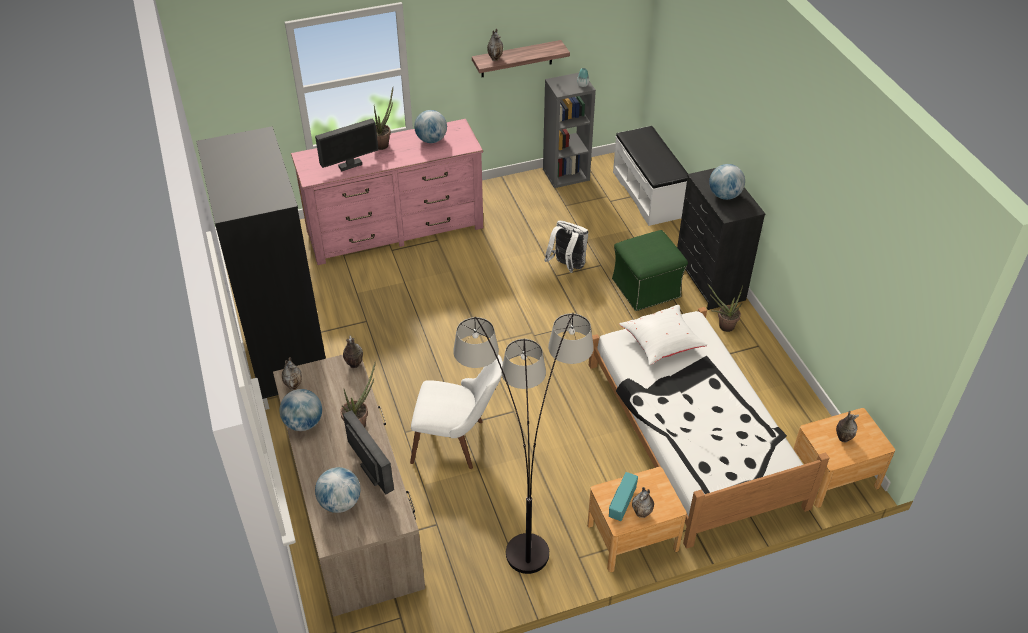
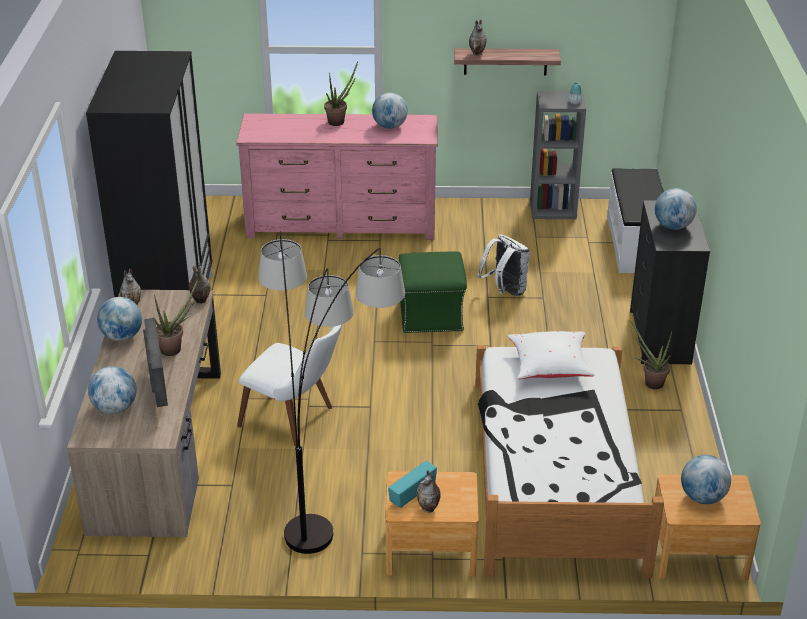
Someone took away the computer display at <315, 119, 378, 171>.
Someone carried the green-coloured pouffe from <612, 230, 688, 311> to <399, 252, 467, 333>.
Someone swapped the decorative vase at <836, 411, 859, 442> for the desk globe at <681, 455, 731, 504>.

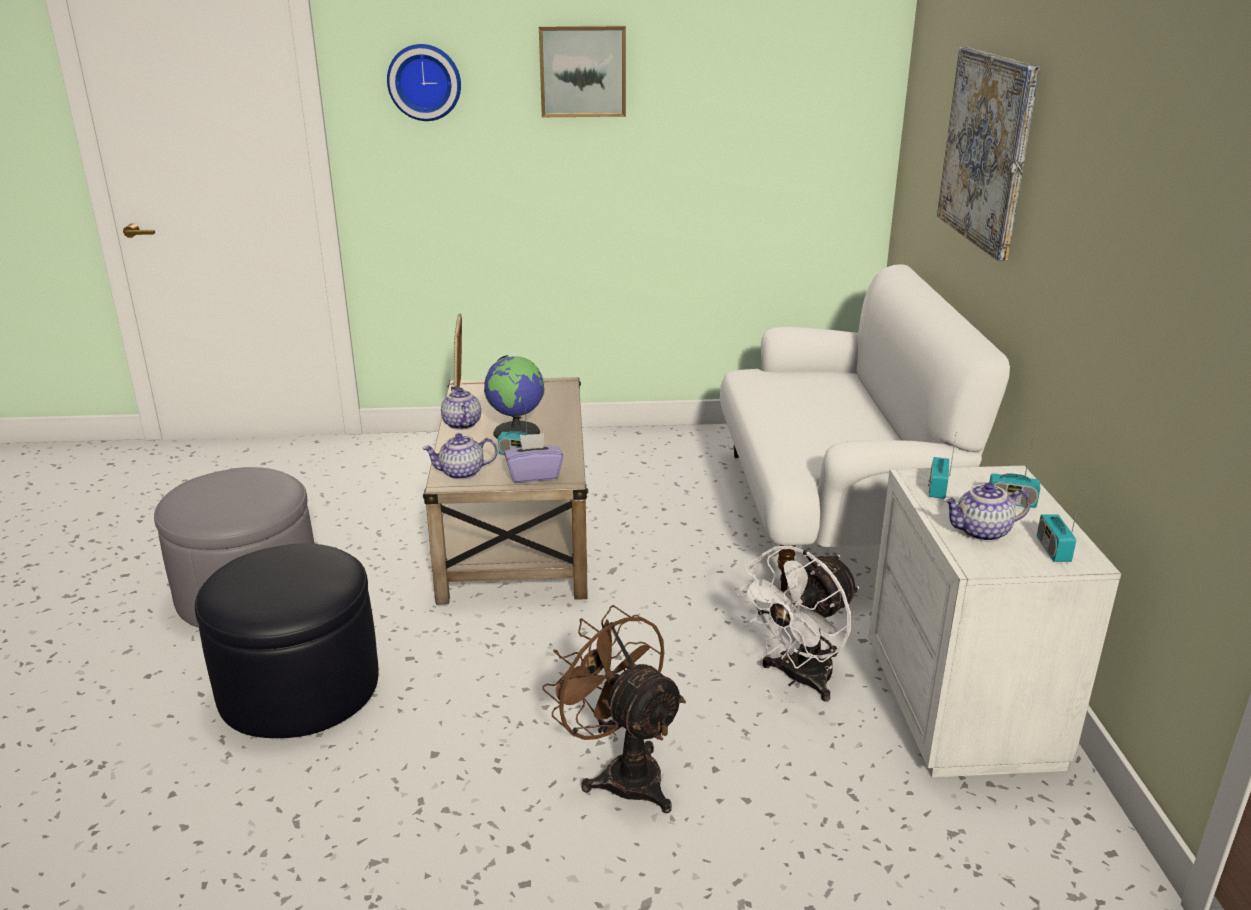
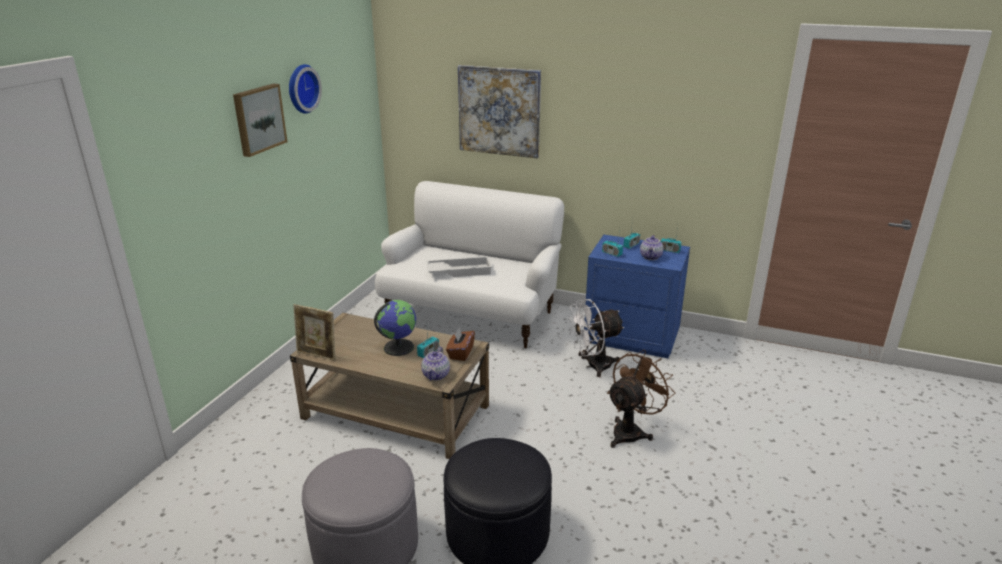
Someone took away the pot for tea at <441, 386, 481, 430>.
Someone put down the whitish tray at <426, 256, 492, 277>.
Someone carried the wall clock from <387, 44, 461, 121> to <289, 64, 322, 114>.
Someone repainted the purple-coloured tissue holder at <504, 433, 563, 483>, which became the brown tissue holder at <446, 327, 475, 361>.
Someone repainted the whitish nightstand at <868, 465, 1121, 777>, which became the bluish nightstand at <584, 234, 690, 358>.
Someone rotated the brown electric fan at <542, 605, 686, 813> by 150 degrees clockwise.
Someone rotated the whitish electric fan at <736, 546, 860, 702> by 90 degrees clockwise.

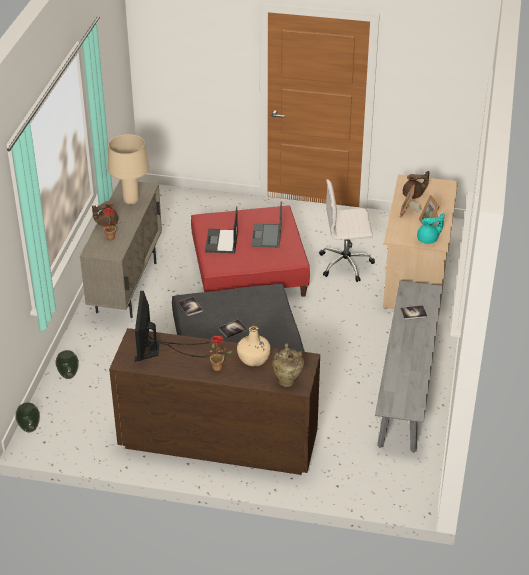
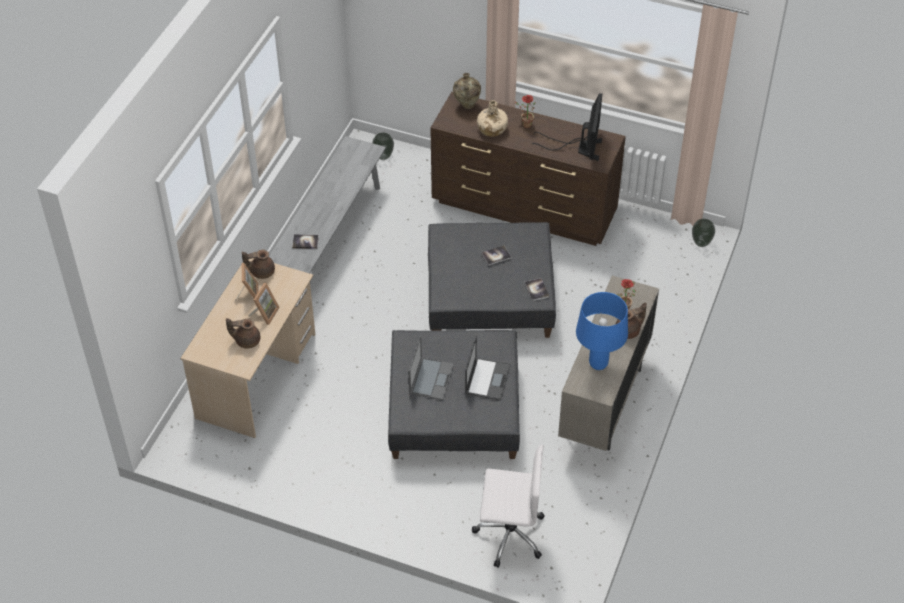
Someone carried the decorative vase from <55, 350, 79, 379> to <372, 133, 394, 160>.
Someone carried the whitish desk chair from <319, 179, 375, 282> to <472, 444, 544, 568>.
Someone repainted the sand-coloured lamp for a table at <108, 134, 149, 205>, which became the bluish lamp for a table at <576, 292, 628, 370>.
Someone repainted the red-coloured pouffe at <191, 205, 310, 297>, which became the greyish pouffe at <388, 330, 520, 459>.
Someone repainted the turquoise-coloured pot for tea at <417, 213, 444, 244>, which became the brown pot for tea at <242, 249, 275, 279>.

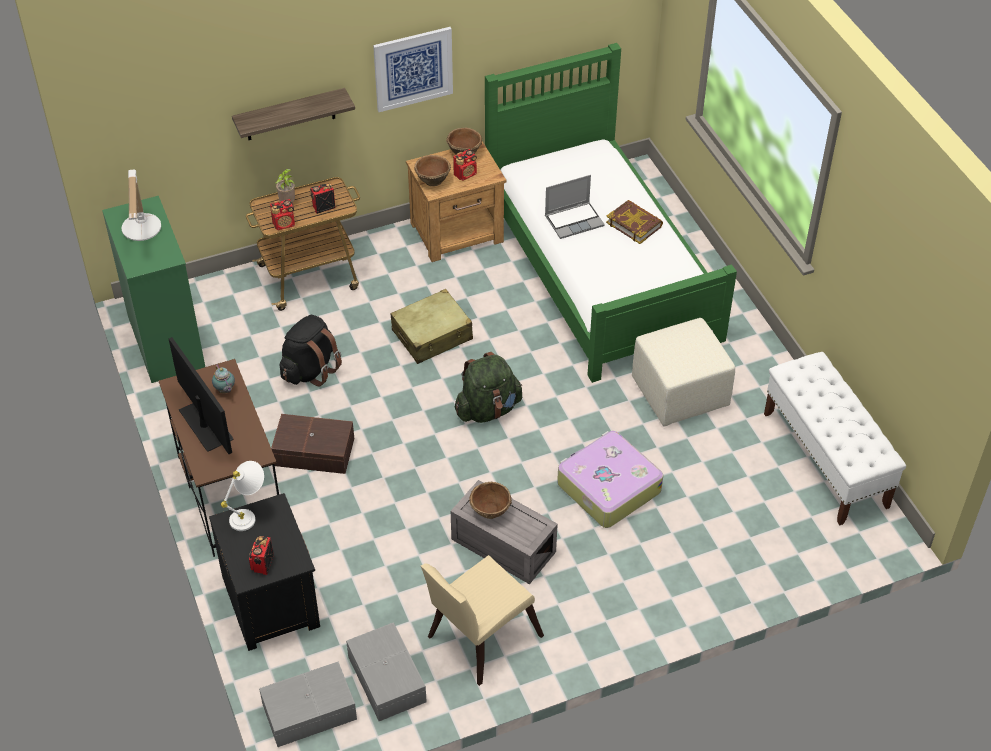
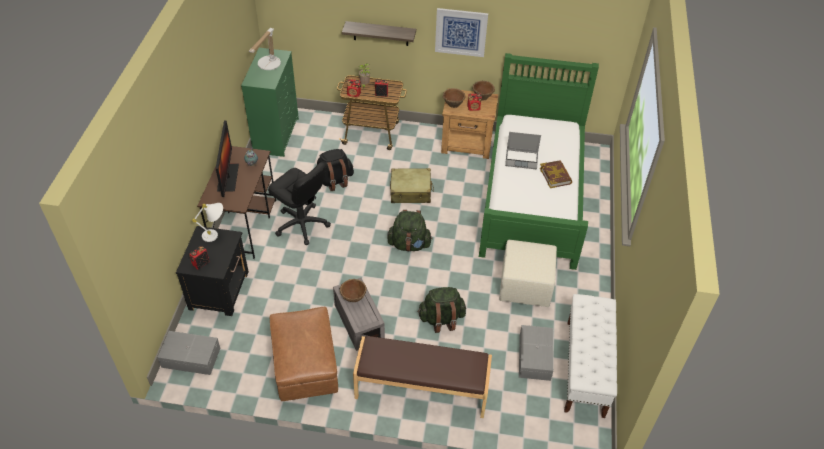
Someone put down the brown long seat at <353, 336, 492, 418>.
Someone carried the greyish storage container from <346, 622, 427, 721> to <519, 325, 554, 381>.
Someone swapped the brown storage container at <271, 414, 354, 474> for the blackish desk chair at <268, 162, 331, 245>.
Someone swapped the sand-coloured upright chair at <421, 555, 544, 686> for the brown pouffe at <270, 307, 338, 401>.
Someone swapped the suitcase at <557, 431, 663, 528> for the green-coloured knapsack at <417, 287, 466, 333>.

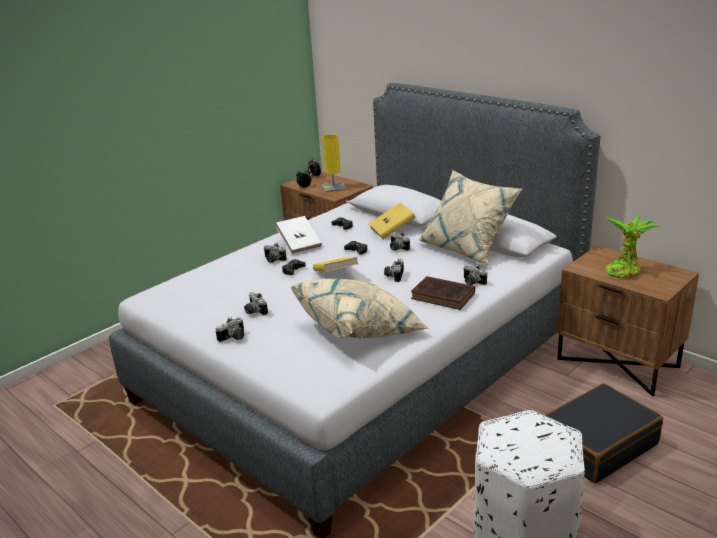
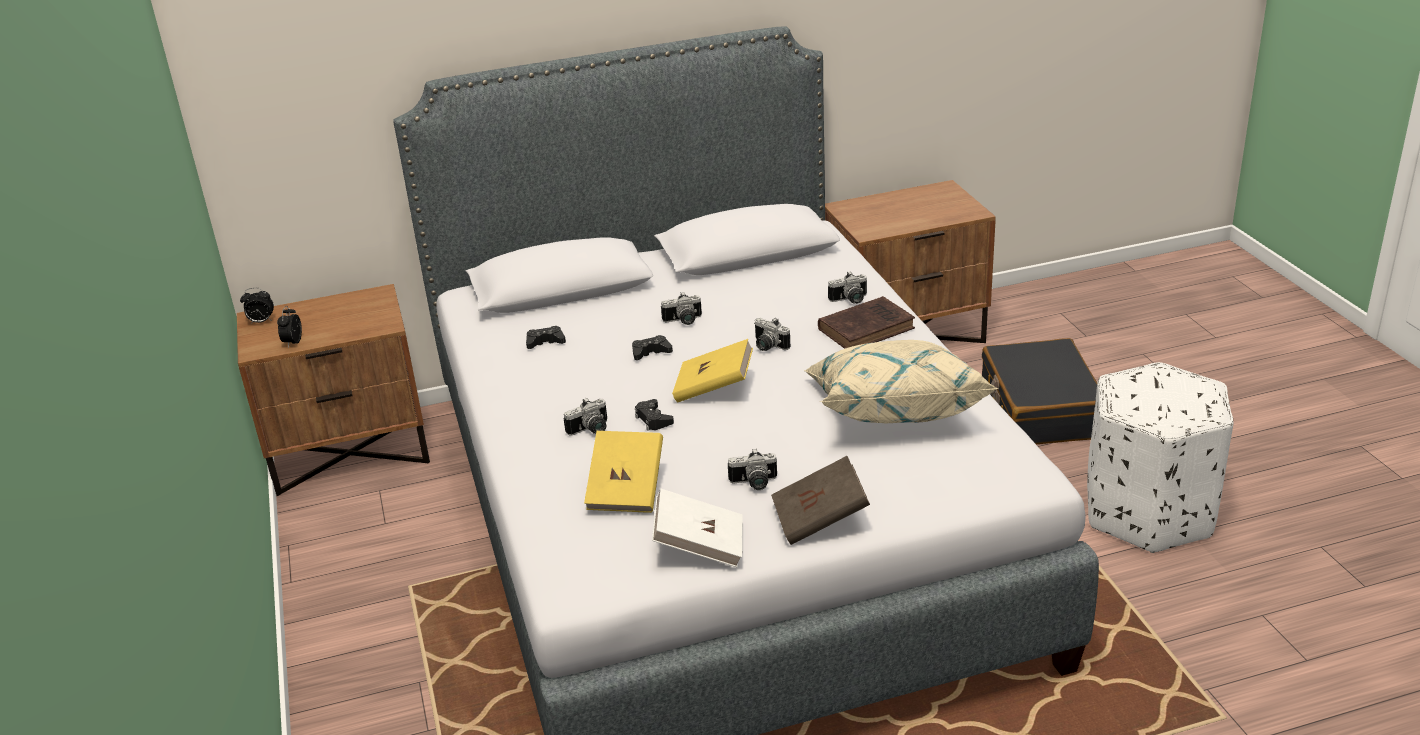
Someone took away the yellowish lamp for a table at <321, 135, 346, 192>.
Someone took away the sand-coloured cushion at <418, 170, 522, 265>.
Someone took away the plant in a pot at <605, 216, 660, 278>.
Someone carried the whitish bound book from <276, 216, 322, 254> to <652, 489, 743, 567>.
Someone carried the yellowish bound book from <368, 203, 415, 239> to <584, 431, 663, 513>.
Someone swapped the photo camera at <216, 317, 244, 342> for the brown bound book at <771, 456, 870, 545>.

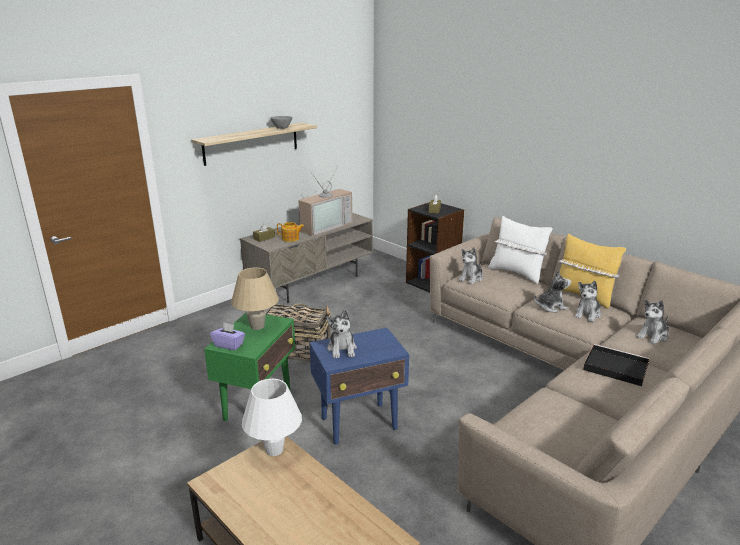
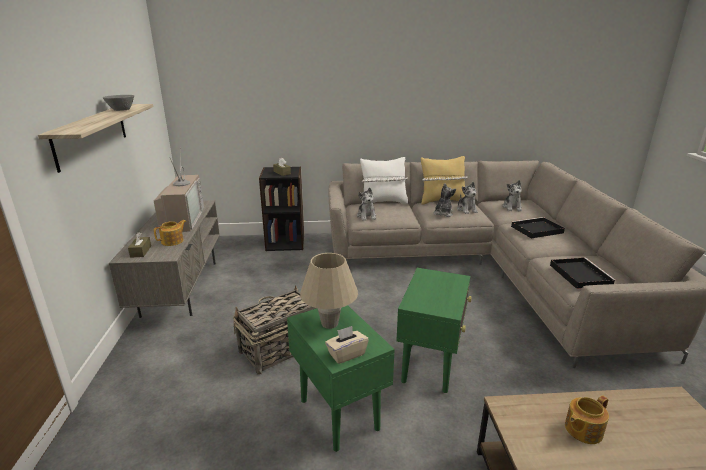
Someone took away the whitish lamp for a table at <242, 379, 302, 456>.
Someone took away the cuddly toy at <326, 310, 357, 358>.
Someone put down the blackish tray at <550, 258, 616, 289>.
Someone put down the pot for tea at <565, 395, 609, 444>.
Someone repainted the purple-coloured tissue holder at <210, 323, 245, 350>, which became the sand-coloured tissue holder at <325, 326, 369, 364>.
Someone repainted the bluish accent table at <309, 328, 409, 445>, which became the green-coloured accent table at <396, 268, 472, 393>.

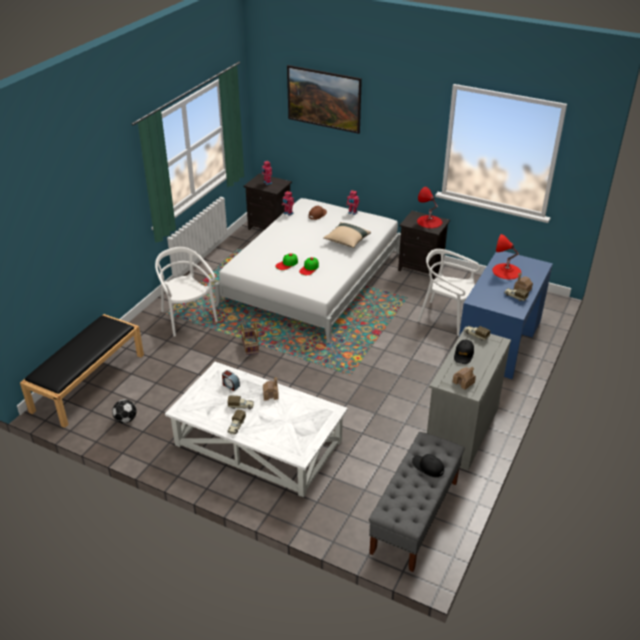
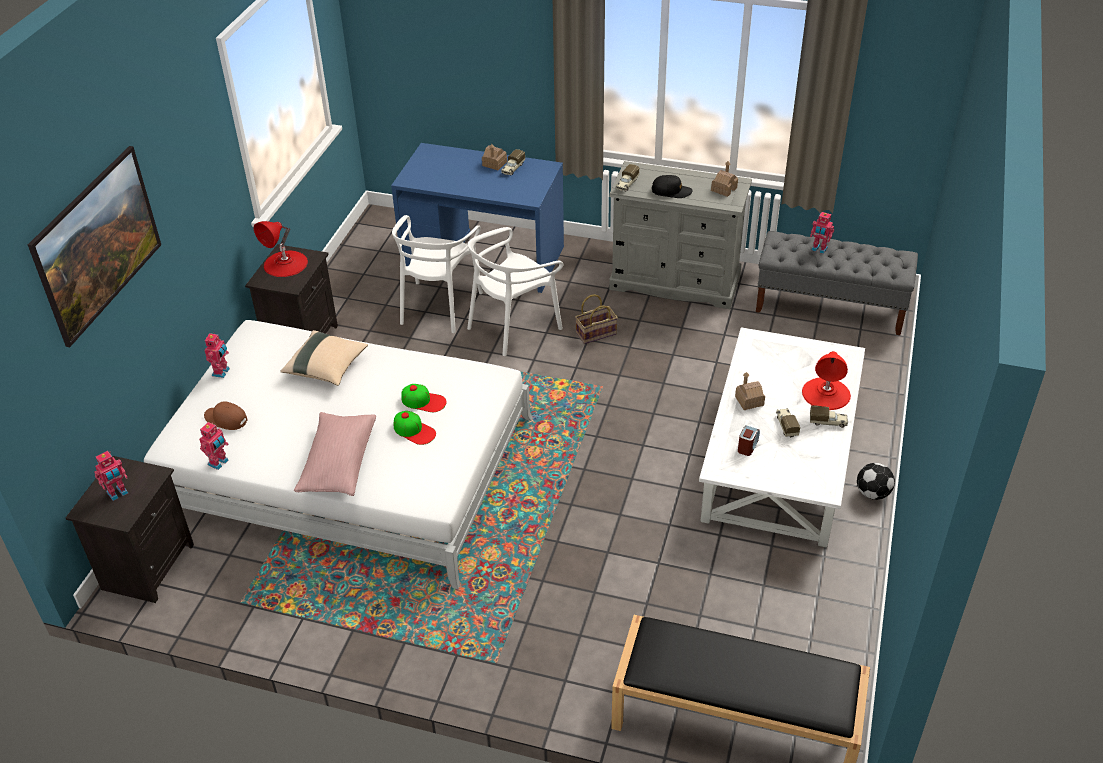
Someone put down the pink-coloured cushion at <294, 412, 376, 496>.
Someone carried the ball for football from <112, 399, 137, 423> to <857, 463, 895, 500>.
Someone carried the whitish upright chair from <155, 247, 218, 337> to <467, 227, 563, 356>.
Someone carried the basket from <241, 322, 259, 355> to <575, 294, 618, 344>.
Someone carried the red-coloured lamp for a table from <492, 234, 521, 279> to <802, 351, 851, 410>.
Someone swapped the blackish baseball cap at <412, 454, 444, 477> for the toy robot at <810, 212, 834, 254>.

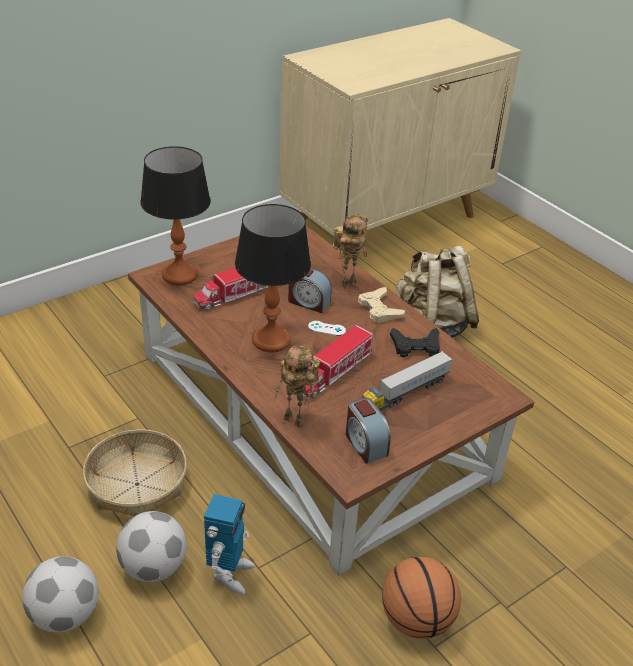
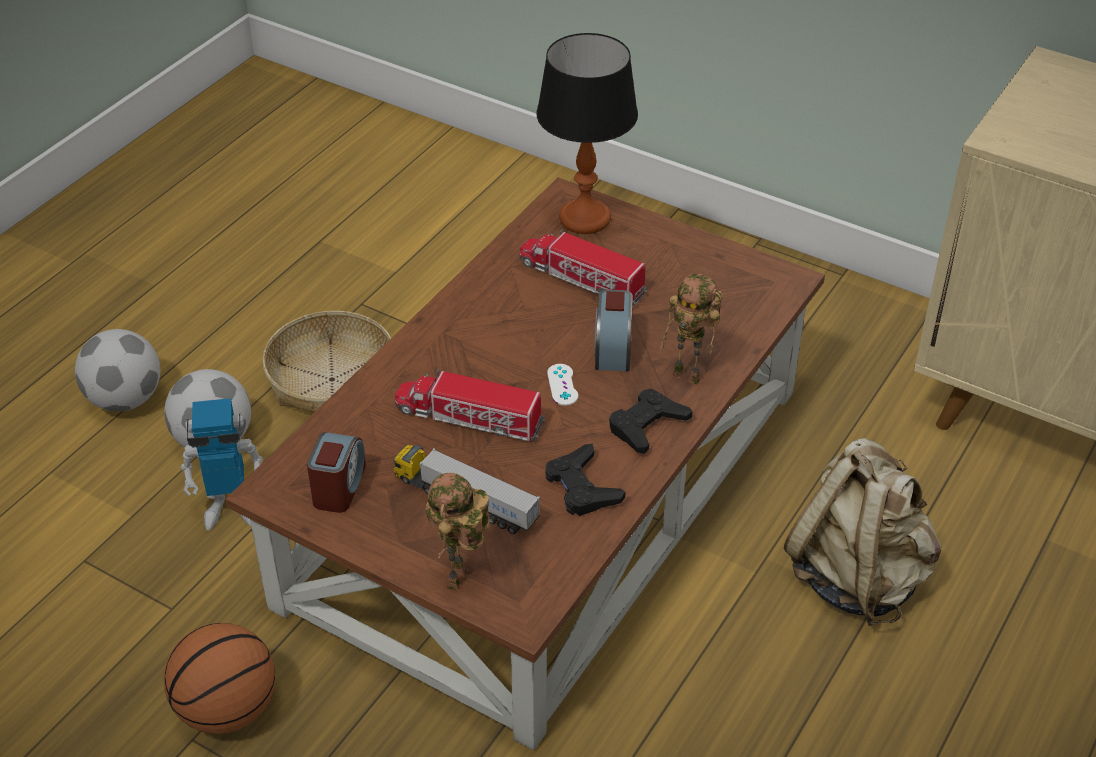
Someone took away the lamp for a table at <235, 204, 311, 352>.
Someone carried the toy robot from <273, 345, 320, 428> to <425, 473, 490, 591>.
Someone repainted the sand-coloured gamepad at <358, 287, 405, 323>, which became the blackish gamepad at <609, 388, 693, 454>.
Someone rotated the bedside clock at <346, 398, 391, 464> by 150 degrees clockwise.

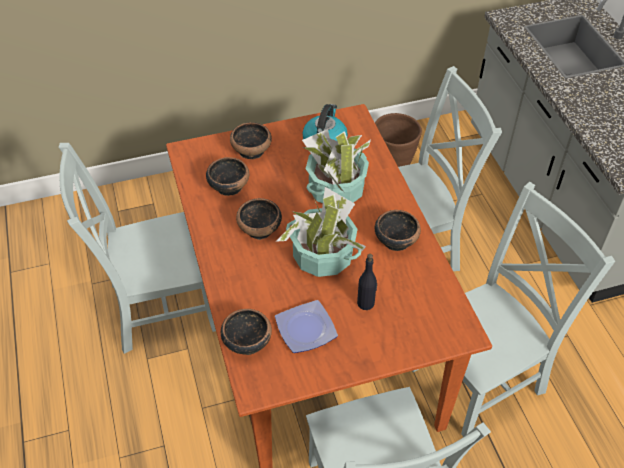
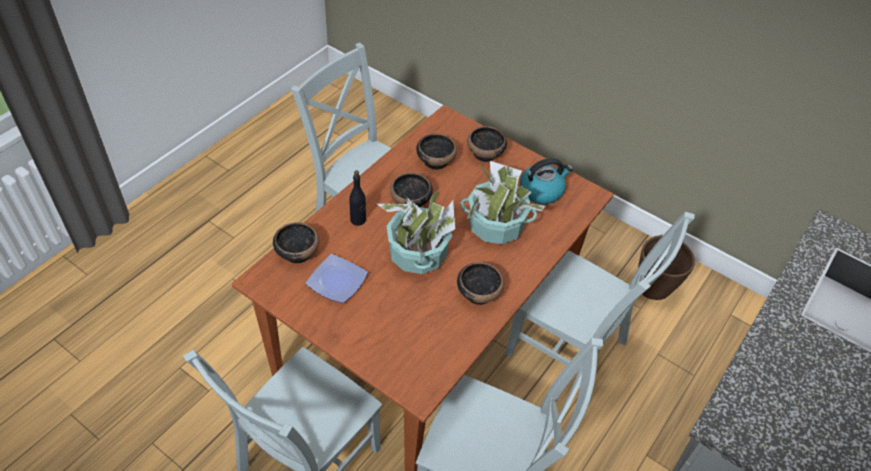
Someone carried the blackish beverage bottle from <357, 254, 377, 310> to <349, 170, 366, 226>.

